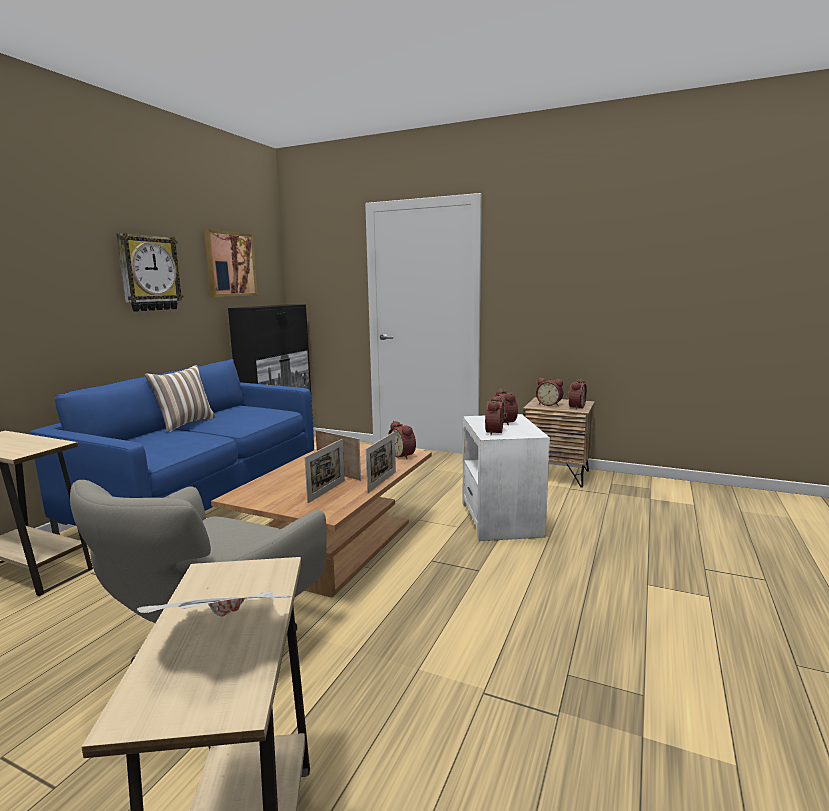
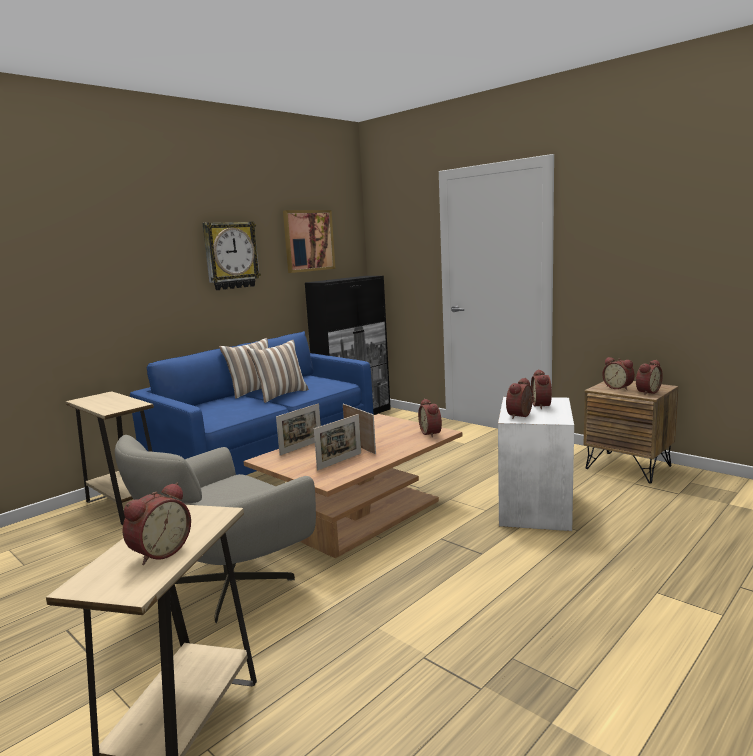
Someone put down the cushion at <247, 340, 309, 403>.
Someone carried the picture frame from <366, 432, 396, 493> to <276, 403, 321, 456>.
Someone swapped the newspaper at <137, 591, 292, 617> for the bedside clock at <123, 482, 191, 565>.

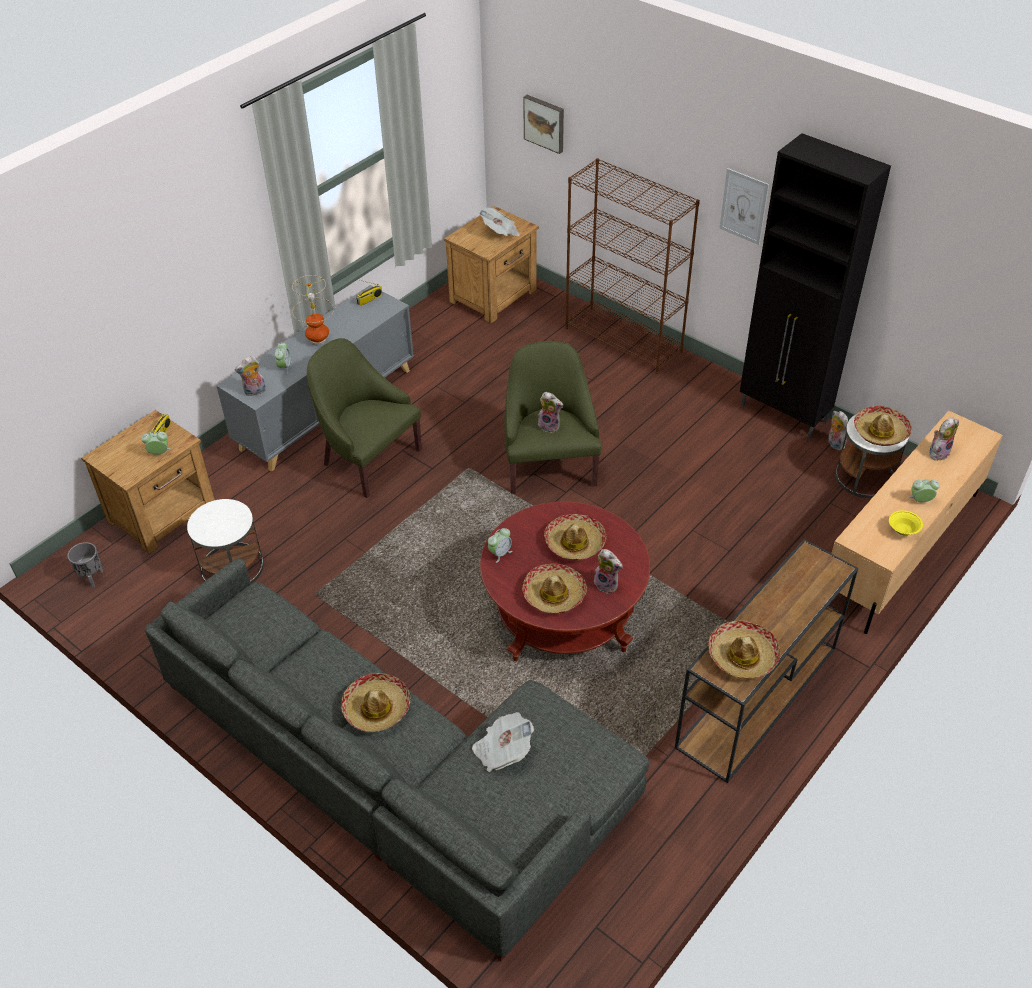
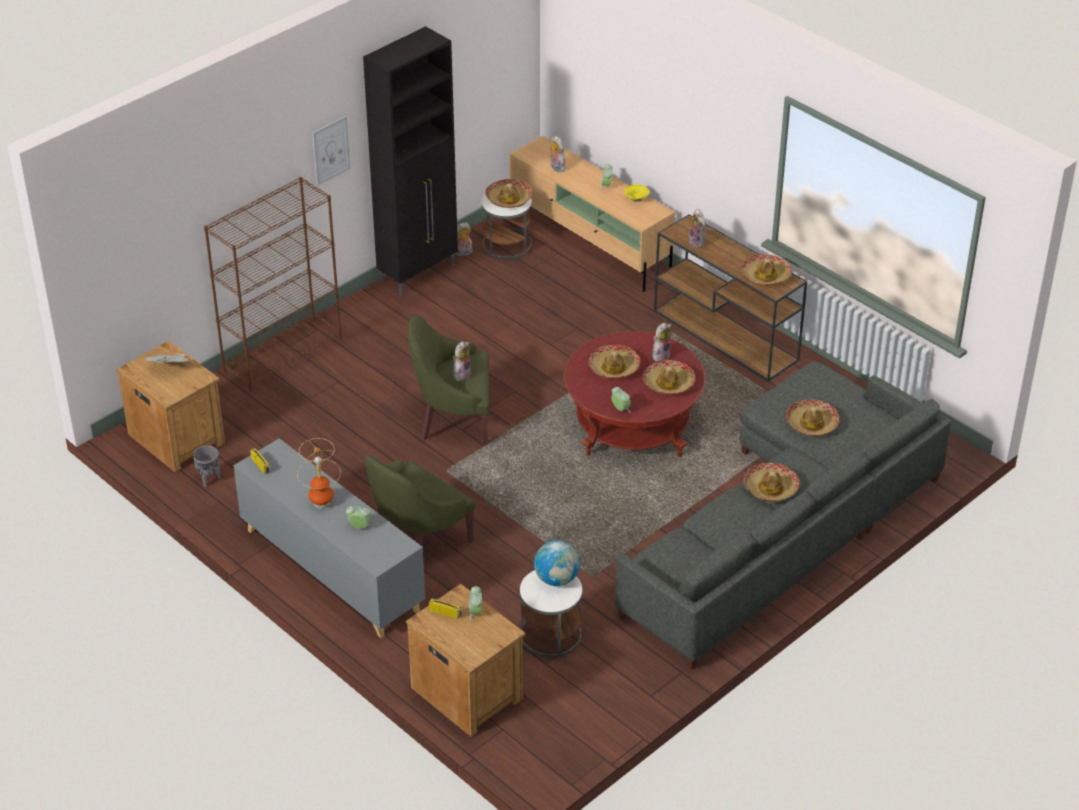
Someone took away the wall picture at <523, 95, 564, 154>.
Someone put down the desk globe at <534, 540, 580, 586>.
Someone carried the greyish plant pot from <67, 542, 103, 587> to <193, 446, 220, 487>.
Someone carried the cuddly toy from <235, 356, 266, 396> to <689, 209, 707, 248>.
Someone swapped the newspaper at <472, 712, 534, 772> for the clothing hat at <786, 399, 839, 436>.

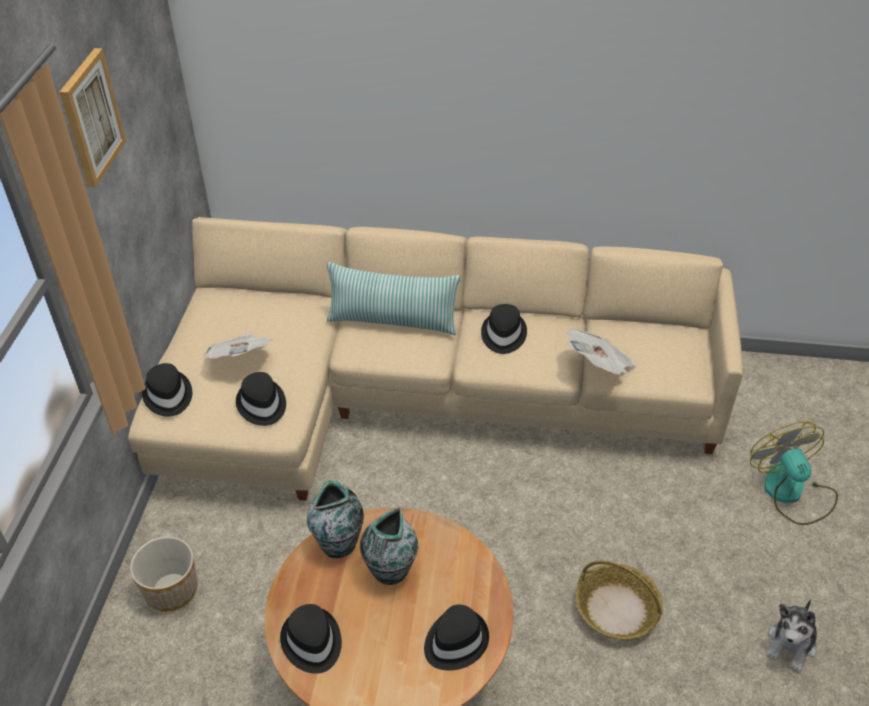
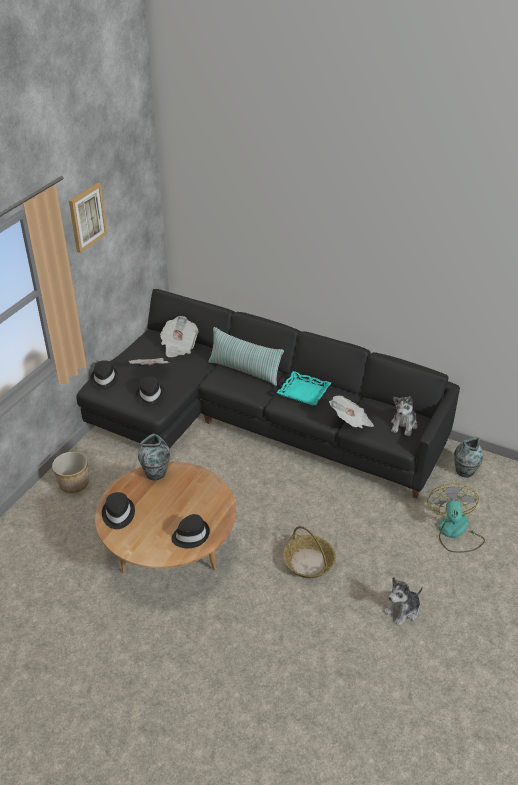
Someone put down the newspaper at <160, 316, 199, 357>.
Someone put down the cuddly toy at <391, 396, 418, 436>.
Someone carried the decorative vase from <360, 507, 418, 585> to <454, 437, 483, 478>.
Someone swapped the blackish clothing hat at <481, 304, 527, 354> for the turquoise-coloured tray at <276, 371, 331, 405>.
Someone repainted the sand-coloured settee at <128, 217, 743, 501>, which became the blackish settee at <76, 289, 460, 499>.

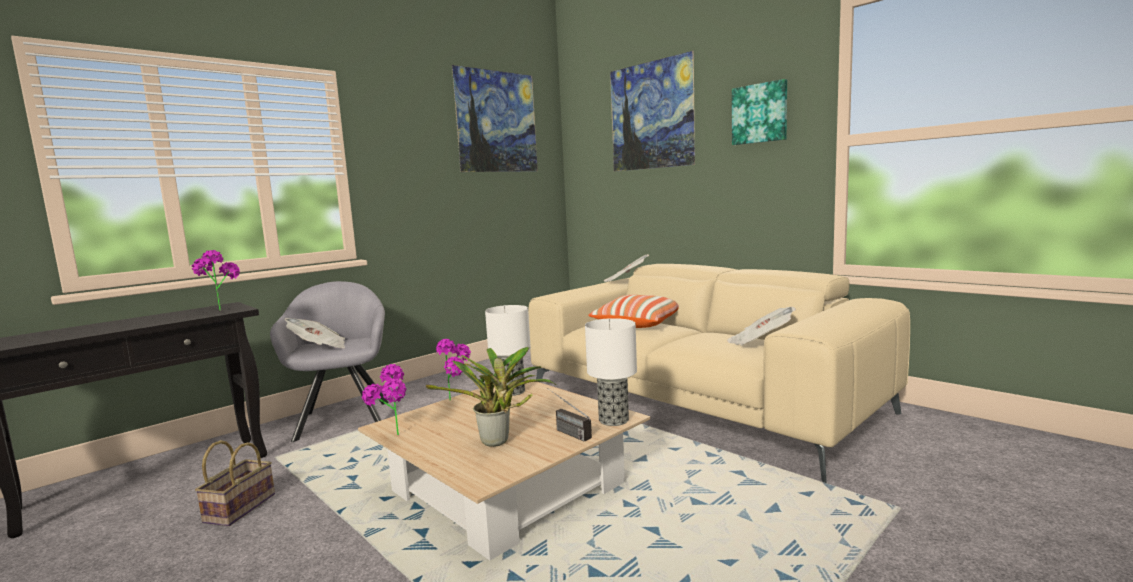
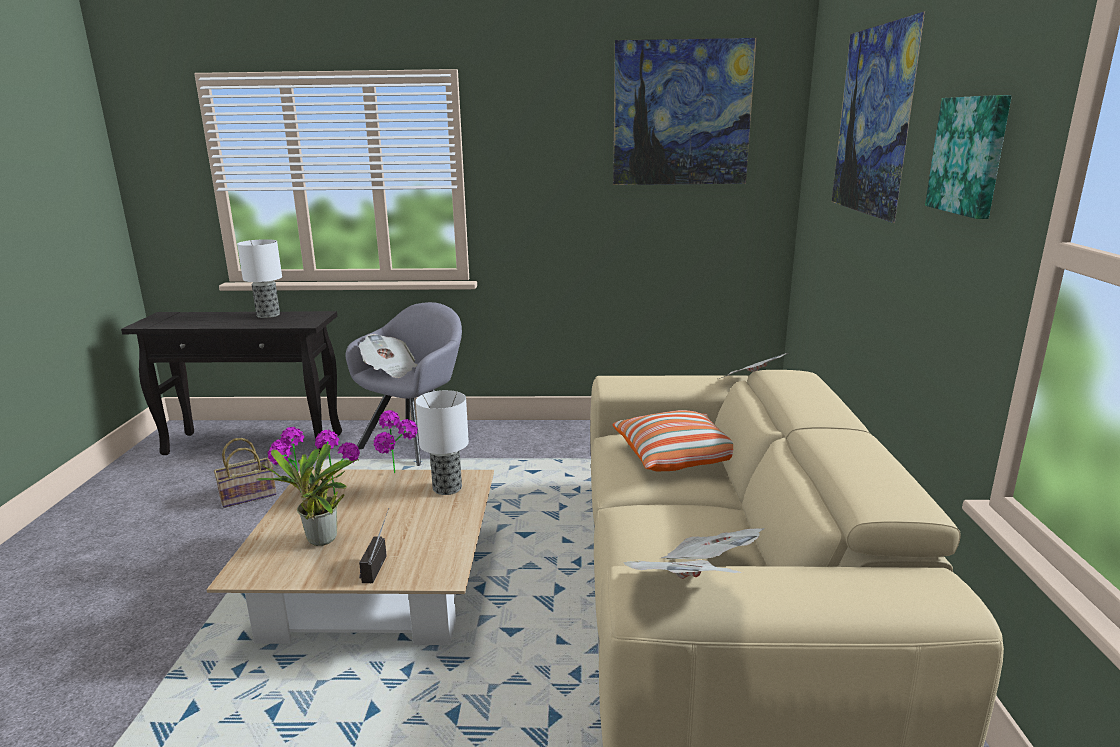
Someone put down the newspaper at <624, 560, 743, 579>.
Someone carried the plant in a pot from <192, 250, 240, 311> to <315, 430, 360, 494>.
Someone carried the lamp for a table from <585, 318, 637, 426> to <237, 239, 282, 318>.

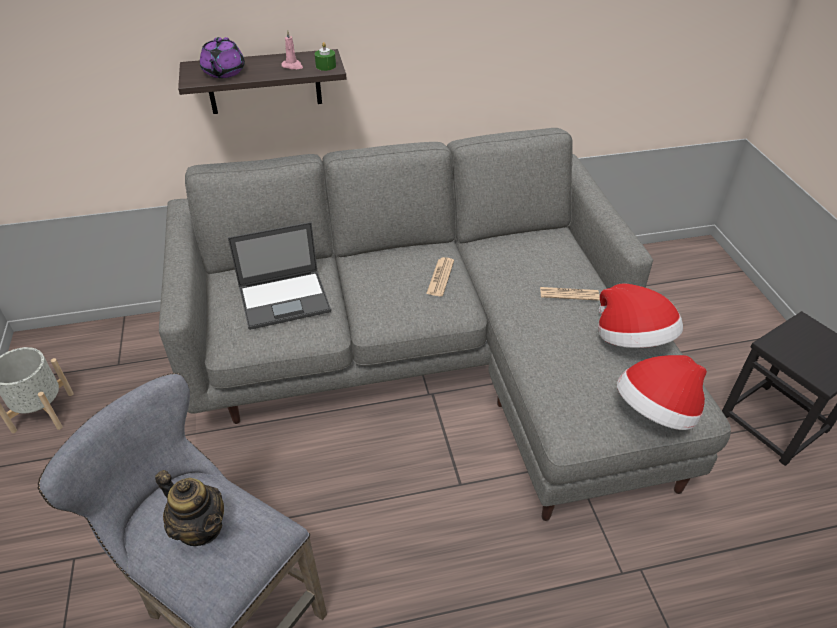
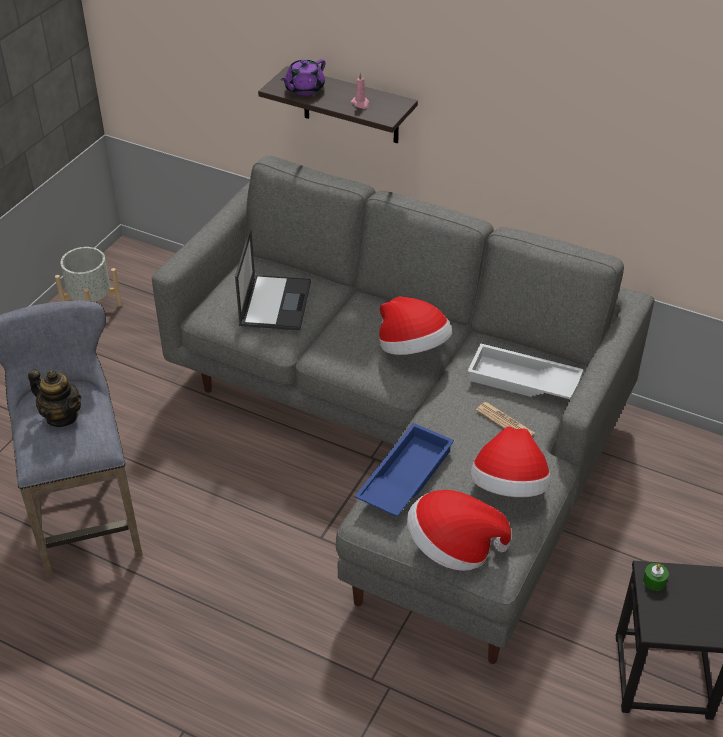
Someone put down the bluish tray at <355, 423, 454, 517>.
Someone put down the whitish tray at <468, 343, 583, 399>.
Someone carried the green-coloured candle from <315, 42, 336, 71> to <643, 563, 669, 591>.
Someone swapped the newspaper at <426, 257, 454, 296> for the clothing hat at <379, 297, 452, 355>.
Someone rotated the pot for tea at <155, 470, 224, 546> by 45 degrees counterclockwise.
Someone rotated the notebook computer at <228, 222, 331, 330> by 105 degrees counterclockwise.

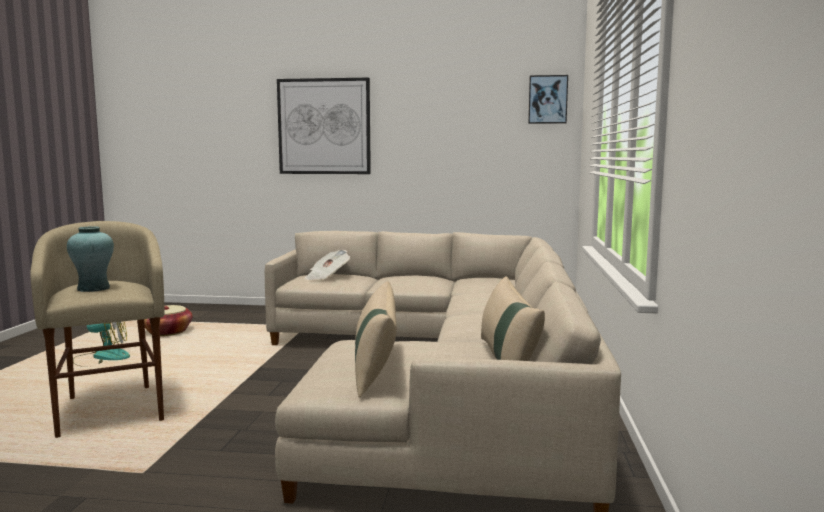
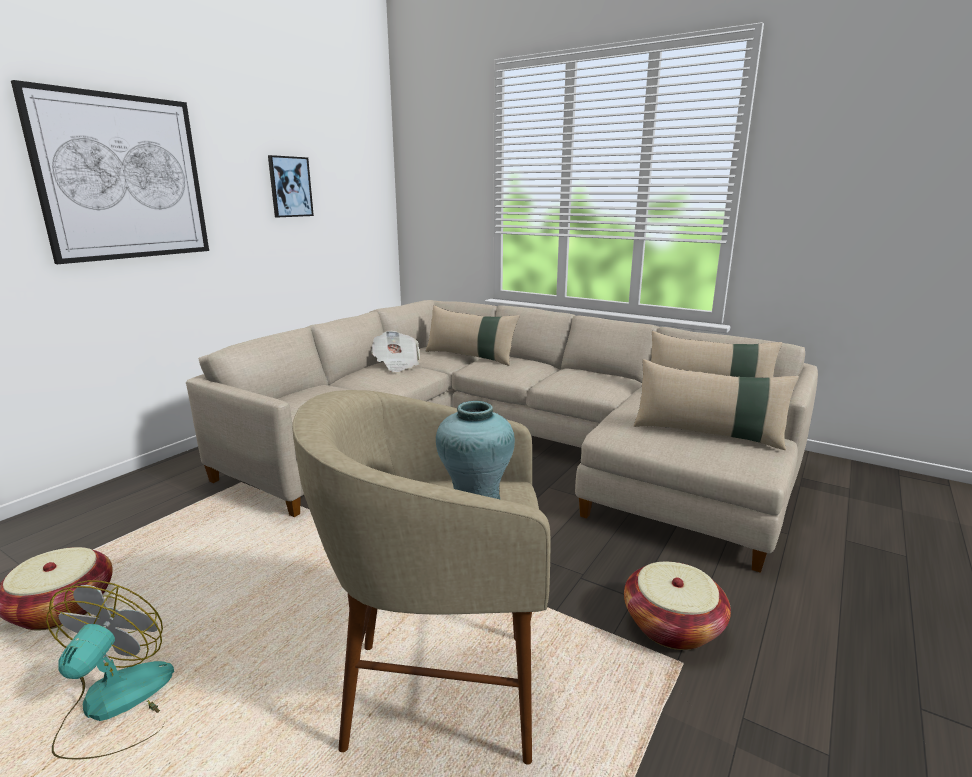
Someone put down the sand-coloured cushion at <426, 305, 520, 366>.
Someone put down the basket at <624, 562, 731, 650>.
Someone carried the newspaper from <304, 250, 350, 280> to <371, 331, 420, 372>.
Someone carried the wall picture from <528, 75, 568, 124> to <268, 155, 314, 217>.

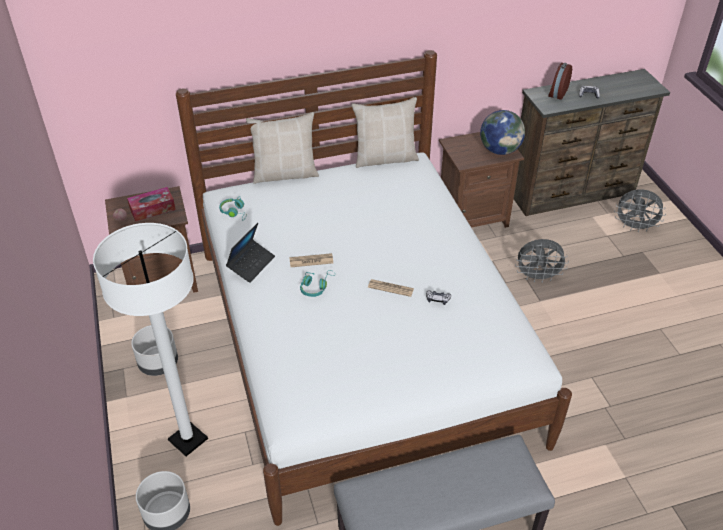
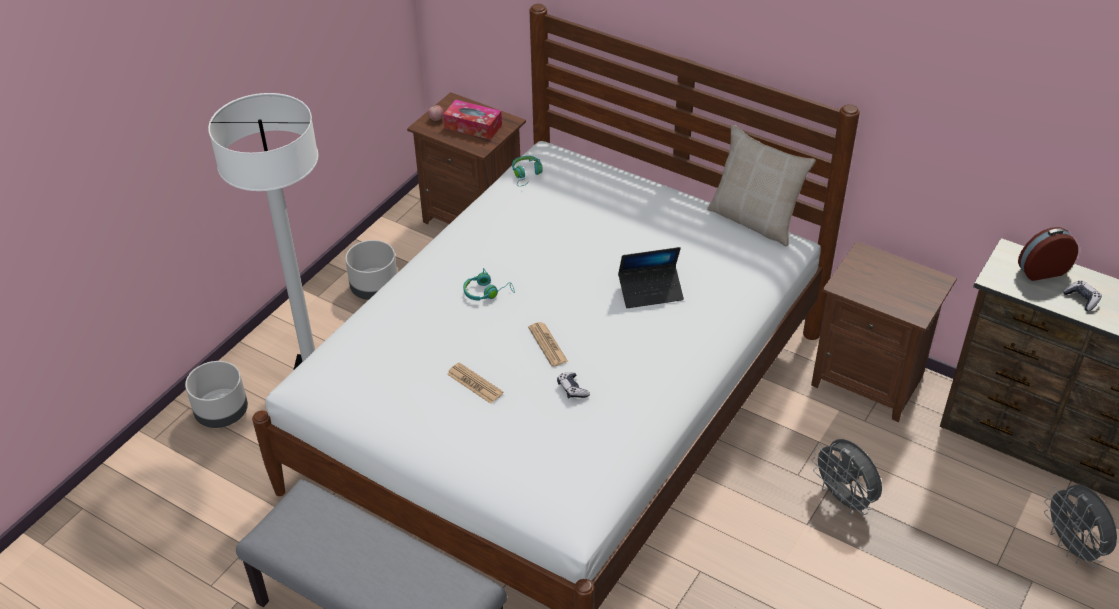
Someone took away the sand-coloured cushion at <246, 112, 319, 184>.
Someone took away the desk globe at <480, 110, 525, 155>.
Someone carried the notebook computer from <226, 223, 275, 283> to <618, 247, 684, 308>.
Someone carried the newspaper from <289, 253, 333, 267> to <447, 363, 504, 404>.

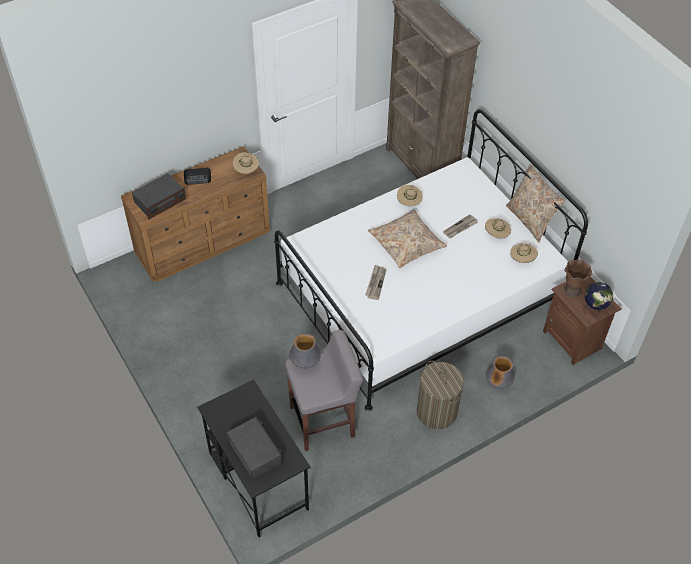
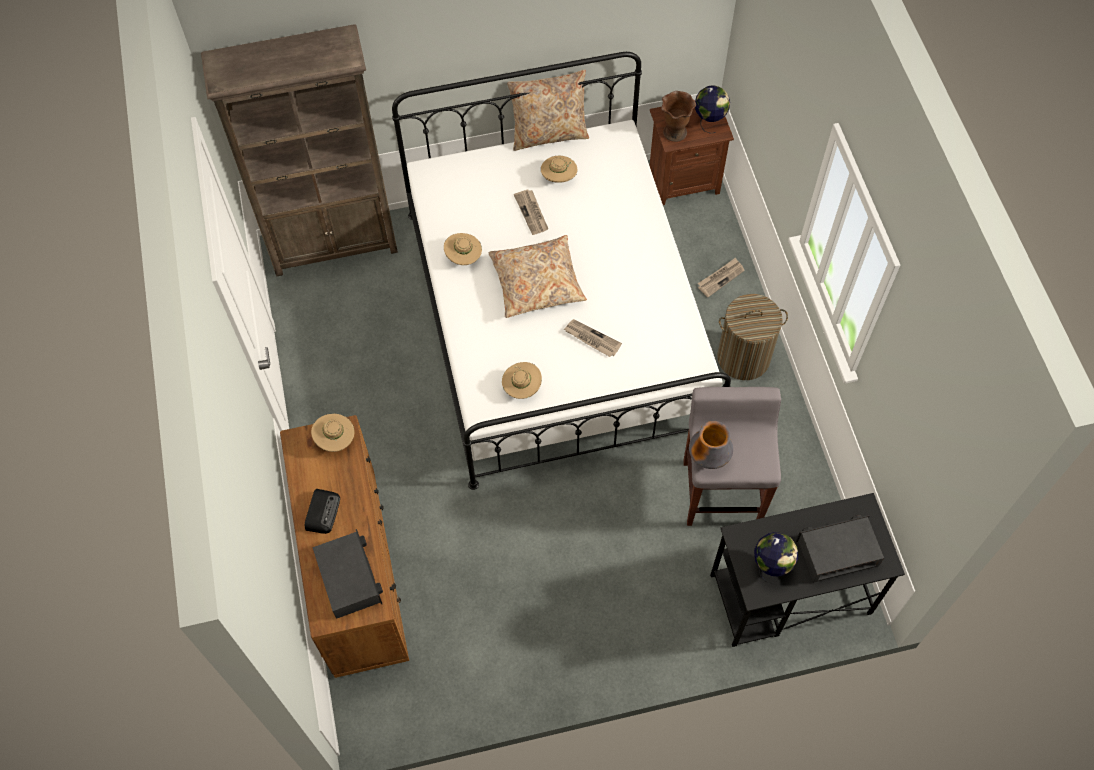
Someone put down the desk globe at <754, 532, 798, 584>.
Someone carried the sand-coloured clothing hat from <510, 243, 538, 263> to <502, 362, 542, 399>.
Someone swapped the decorative vase at <486, 356, 515, 388> for the newspaper at <698, 258, 745, 297>.

